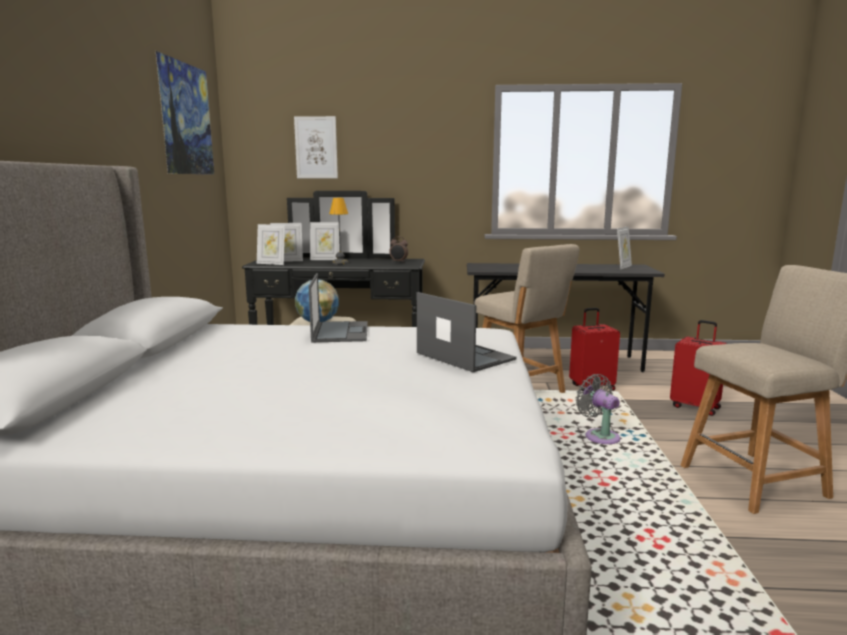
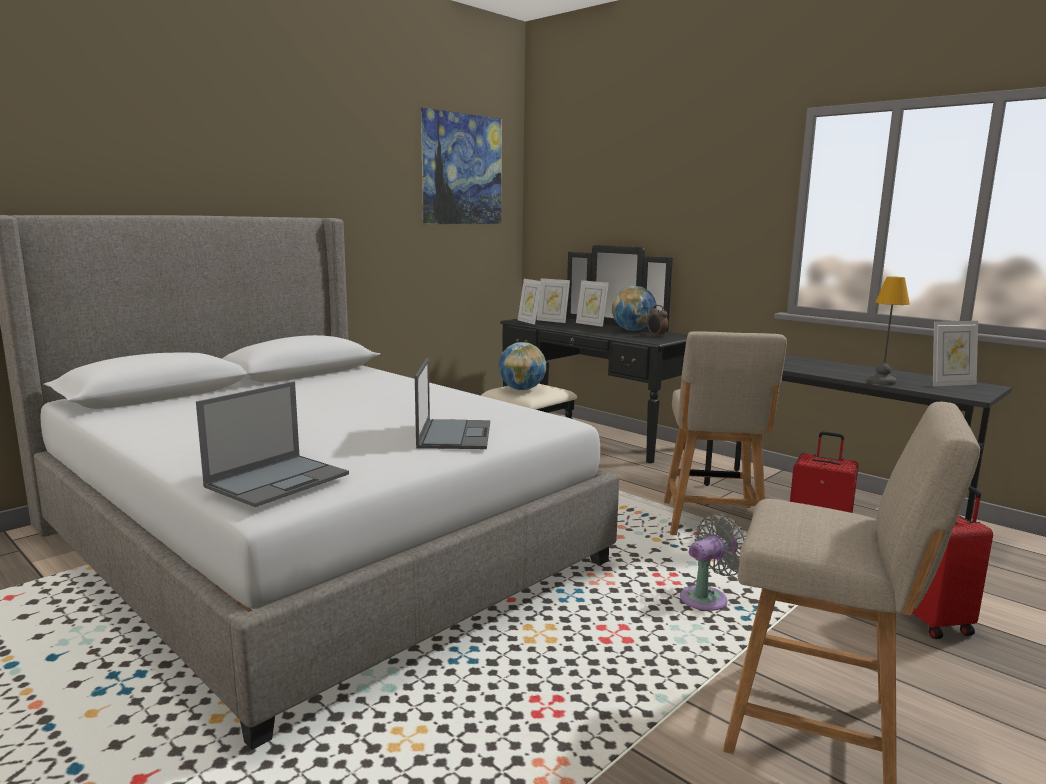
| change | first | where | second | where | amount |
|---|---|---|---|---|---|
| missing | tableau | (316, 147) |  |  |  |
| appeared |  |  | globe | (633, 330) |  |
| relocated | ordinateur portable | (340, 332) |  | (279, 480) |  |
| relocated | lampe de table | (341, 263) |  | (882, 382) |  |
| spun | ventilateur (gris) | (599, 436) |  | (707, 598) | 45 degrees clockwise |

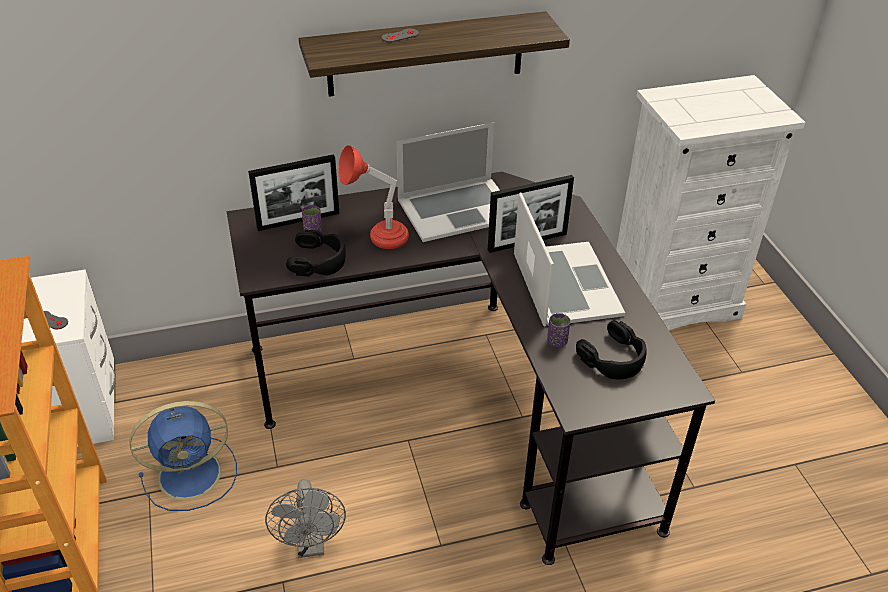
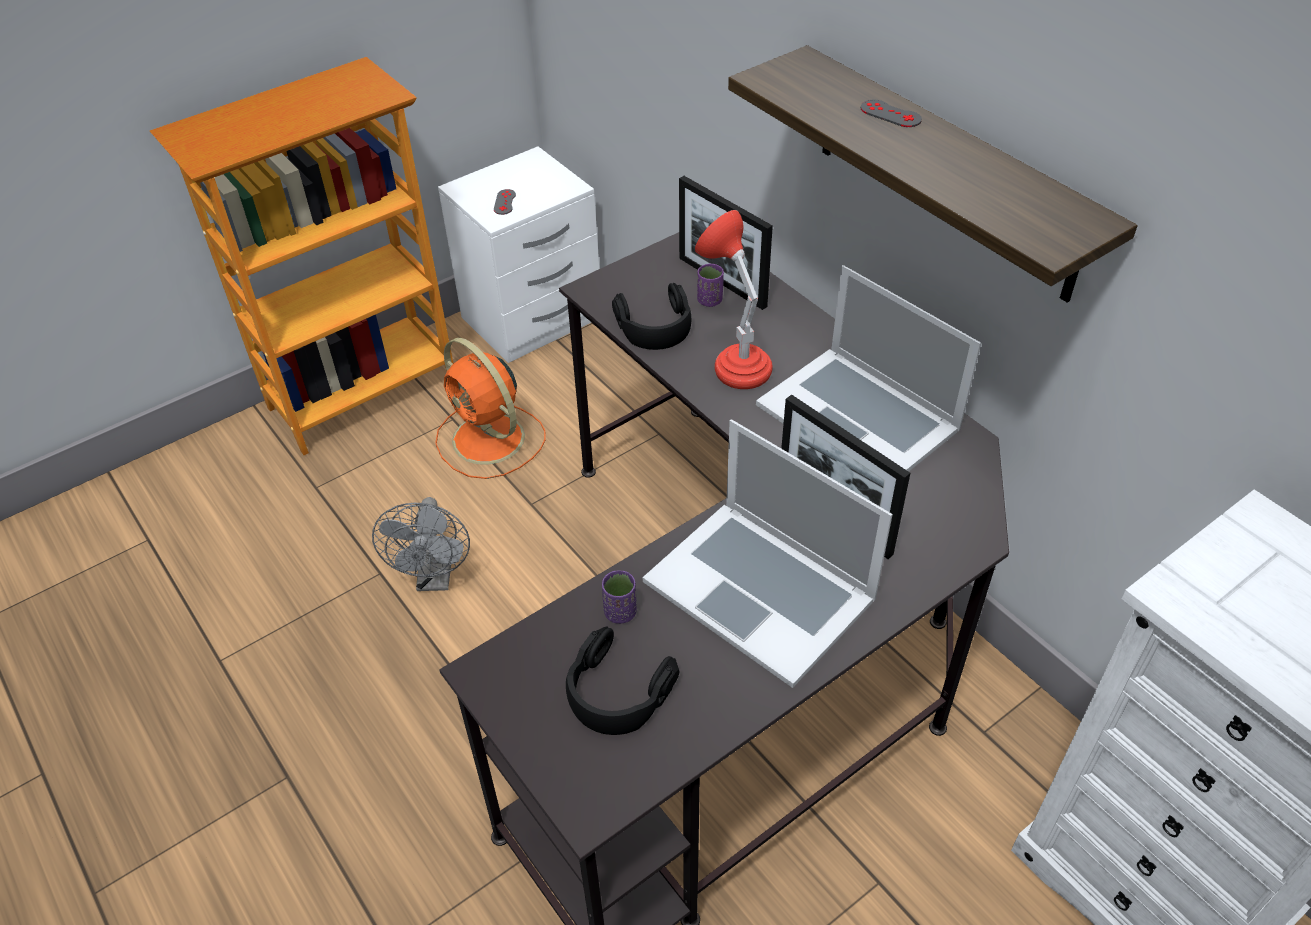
| change | first | where | second | where | amount |
|---|---|---|---|---|---|
| colour | ventilateur (bleu) | (193, 474) | ventilateur (orange) | (490, 440) |  |
| spun | ventilateur (gris) | (311, 545) |  | (435, 578) | 60 degrees counterclockwise |
| spun | ordinateur portable | (565, 284) |  | (760, 589) | 75 degrees clockwise |

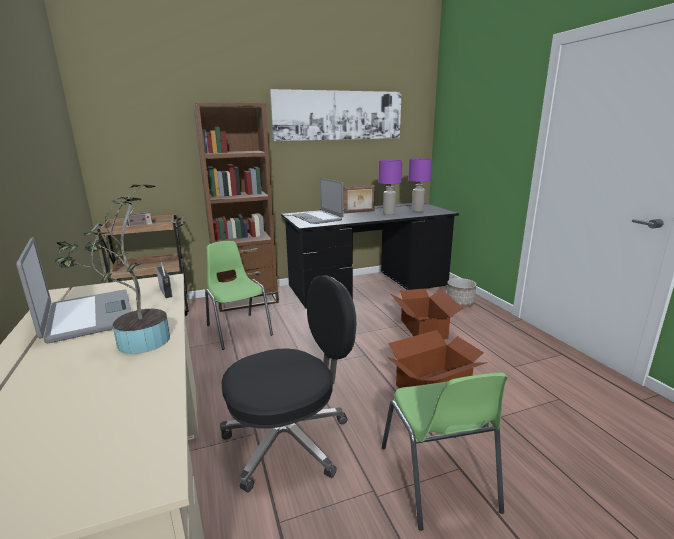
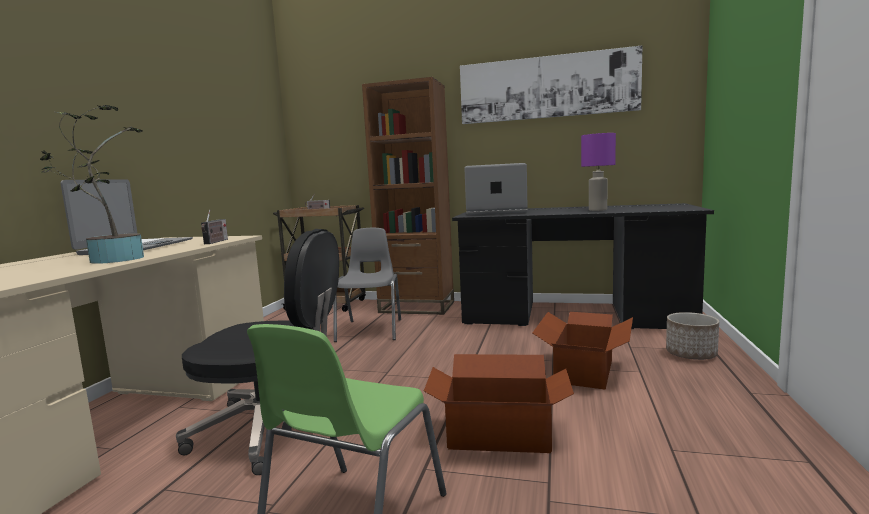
| change | first | where | second | where | amount |
|---|---|---|---|---|---|
| missing | cadre photo | (359, 212) |  |  |  |
| missing | lampe de table (violet) | (417, 210) |  |  |  |
| colour | chaise (vert) | (238, 330) | chaise (gris) | (371, 330) |  |
| spun | ordinateur portable | (317, 218) |  | (496, 212) | 90 degrees clockwise |

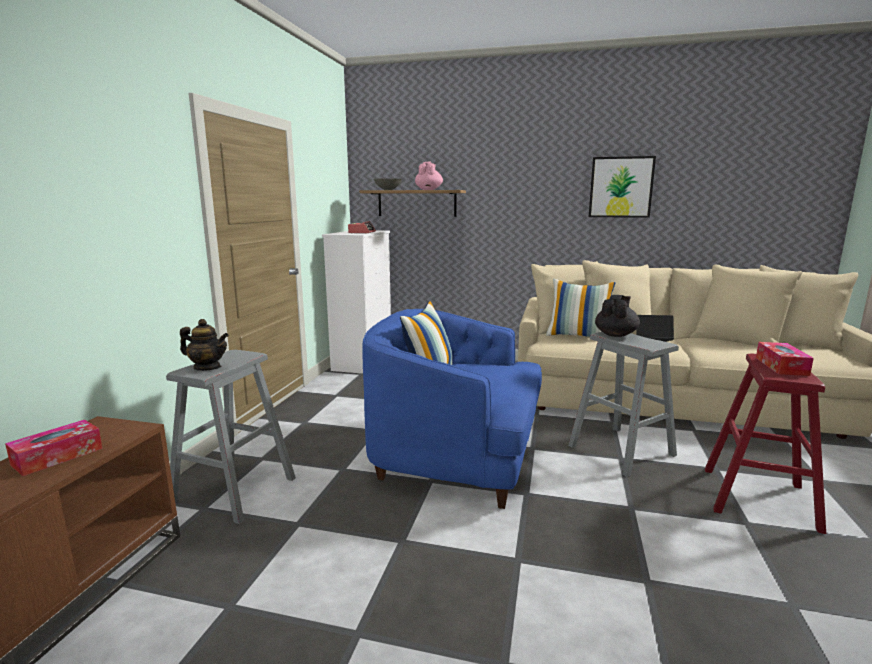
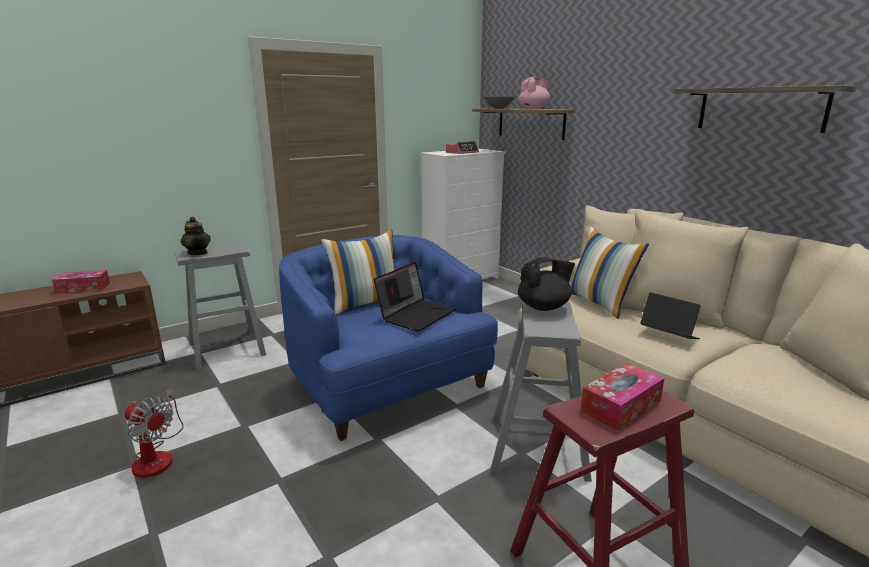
| change | first | where | second | where | amount |
|---|---|---|---|---|---|
| appeared |  |  | ventilateur | (157, 456) |  |
| appeared |  |  | ordinateur portable | (416, 314) |  |
| exchanged | tableau | (621, 187) | étagère | (760, 109) |  |

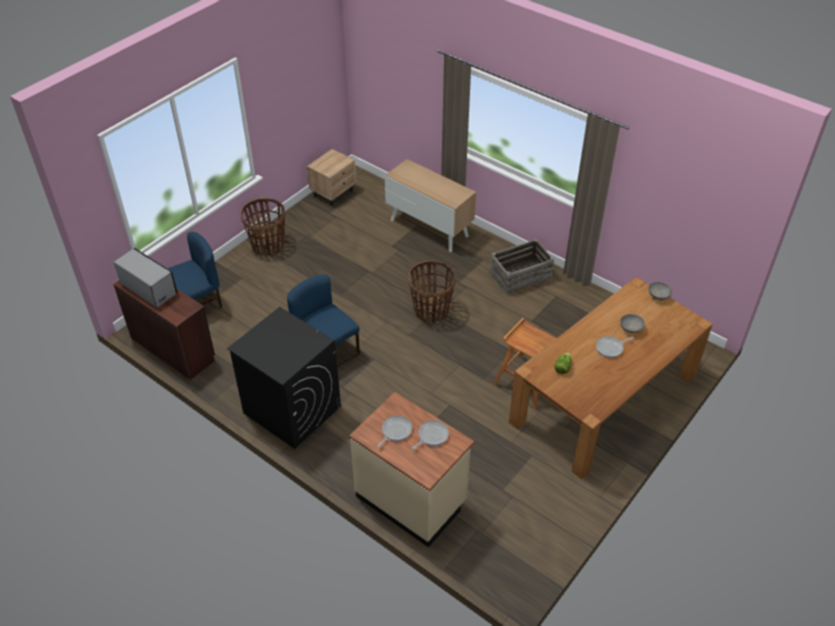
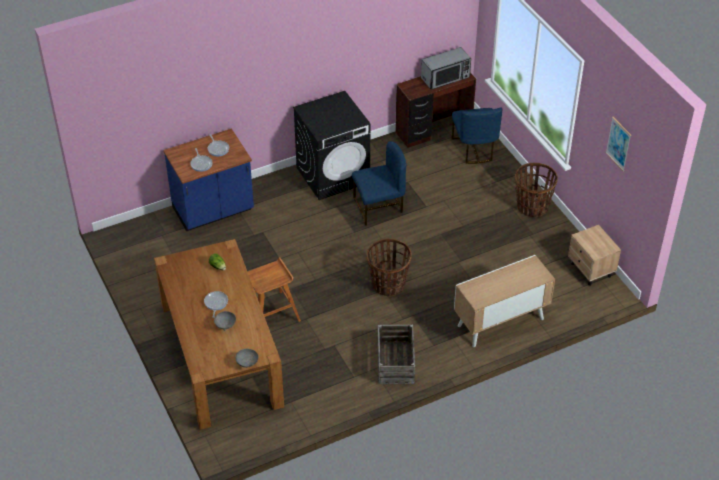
| change | first | where | second | where | amount |
|---|---|---|---|---|---|
| appeared |  |  | tableau | (618, 143) |  |
| colour | comptoir de cuisine (beige) | (412, 499) | comptoir de cuisine (bleu) | (213, 211) |  |

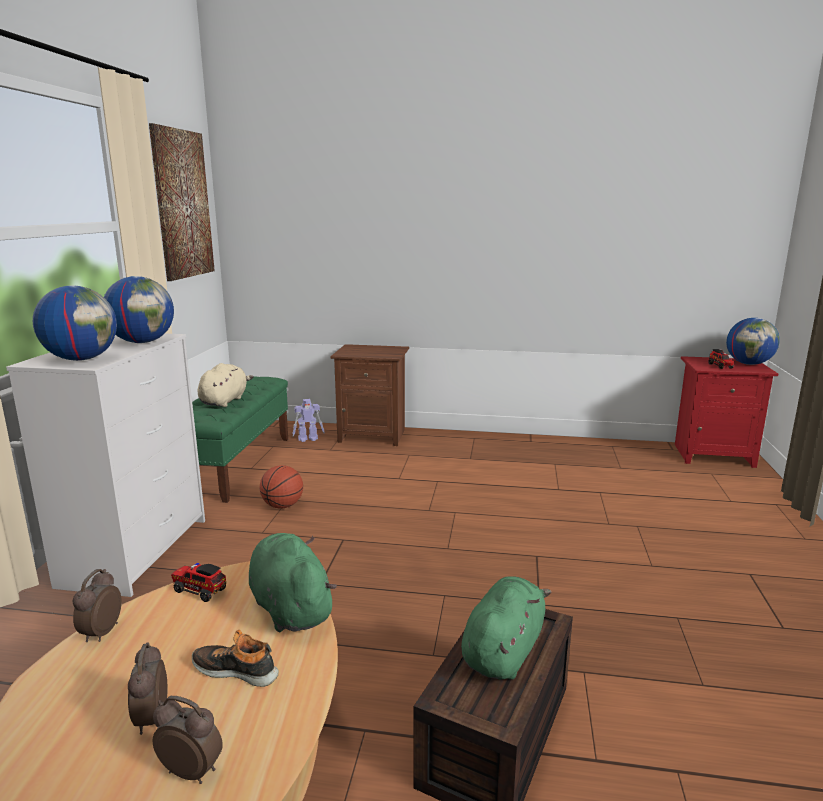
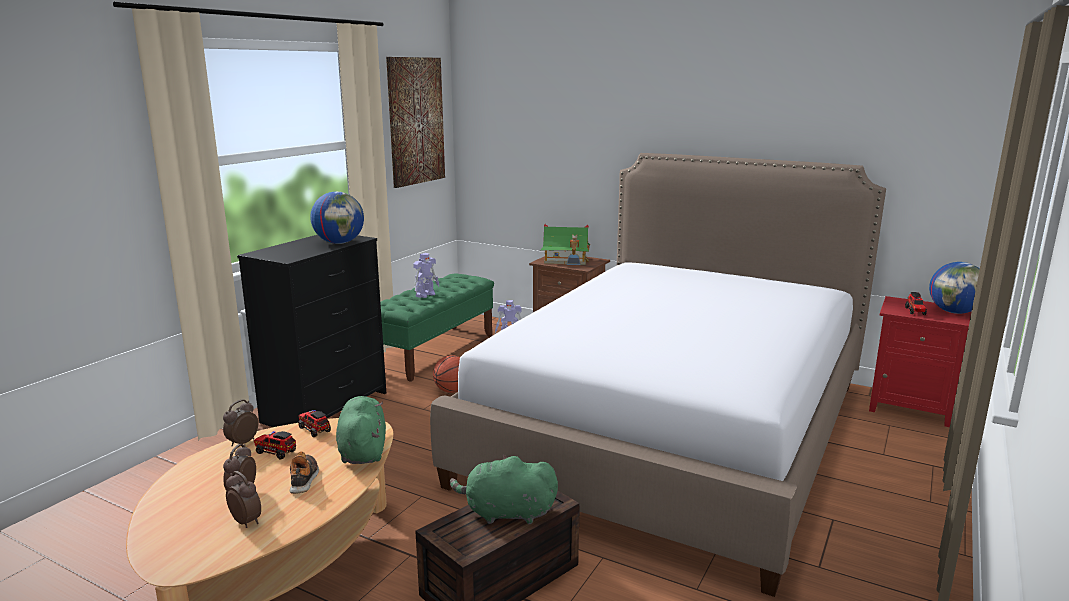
| change | first | where | second | where | amount |
|---|---|---|---|---|---|
| missing | globe | (82, 359) |  |  |  |
| appeared |  |  | camion jouet | (275, 452) |  |
| appeared |  |  | lit | (674, 430) |  |
| appeared |  |  | maison miniature | (566, 260) |  |
| exchanged | peluche (beige) | (225, 401) | robot jouet | (426, 294) |  |
| colour | commode (blanc) | (136, 551) | commode (noir) | (326, 407) |  |
| spun | chaussure | (236, 670) |  | (304, 479) | 45 degrees clockwise |
| spun | peluche (vert) | (504, 651) |  | (506, 513) | 135 degrees counterclockwise |

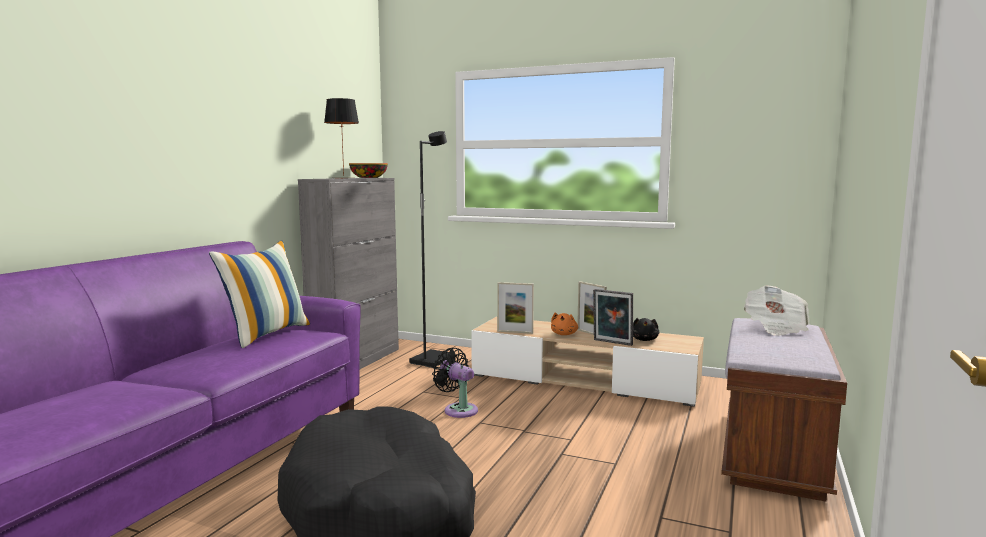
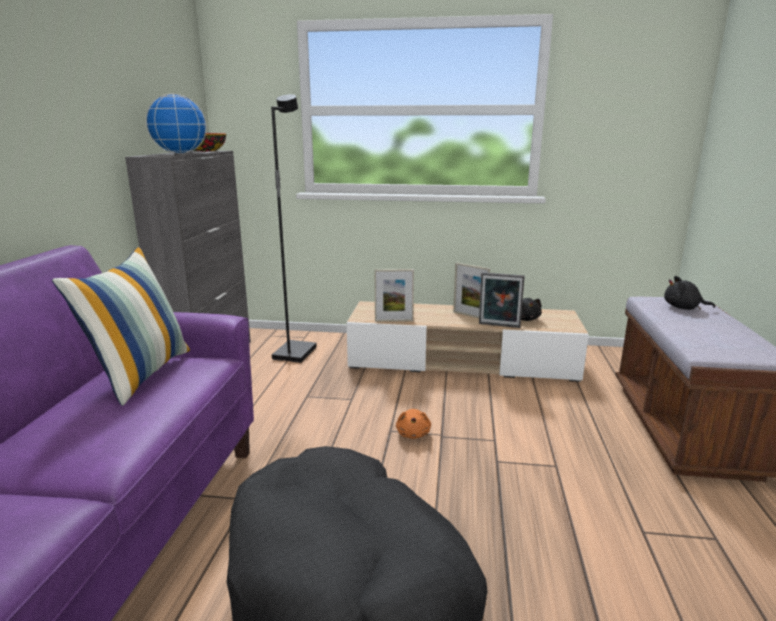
| change | first | where | second | where | amount |
|---|---|---|---|---|---|
| missing | ventilateur (noir) | (458, 409) |  |  |  |
| relocated | peluche (orange) | (564, 334) |  | (413, 434) |  |
| exchanged | lampe de table | (343, 178) | globe | (180, 153) |  |
| exchanged | journal | (775, 327) | peluche (noir) | (683, 308) |  |

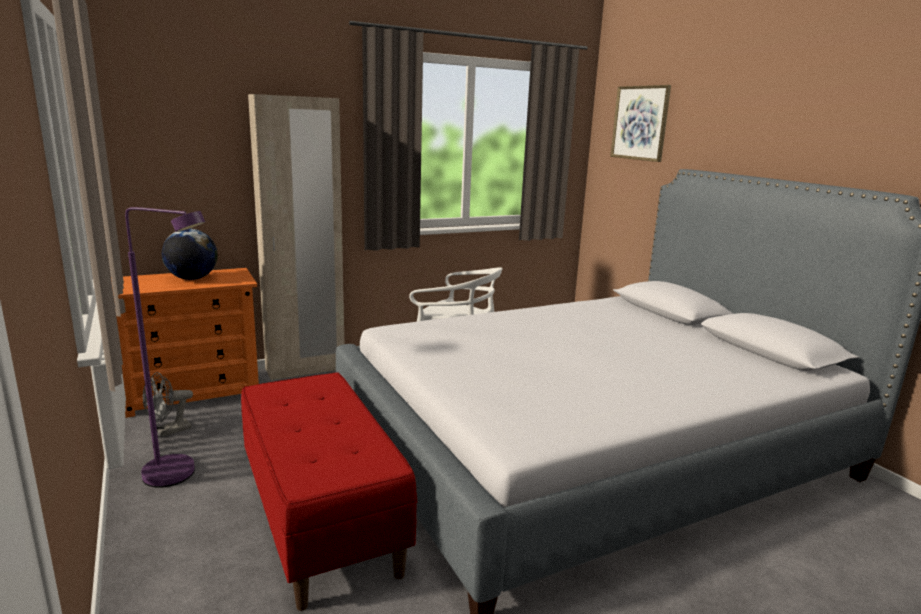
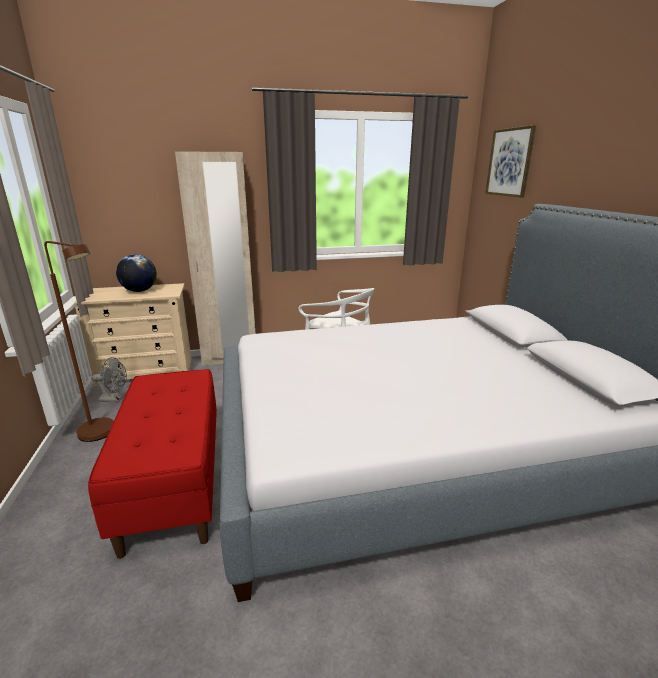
| change | first | where | second | where | amount |
|---|---|---|---|---|---|
| colour | commode (orange) | (193, 393) | commode (beige) | (146, 371) |  |
| colour | lampadaire (violet) | (180, 476) | lampadaire (marron) | (102, 434) |  |
| spun | ventilateur (gris) | (168, 431) |  | (115, 399) | 150 degrees counterclockwise |

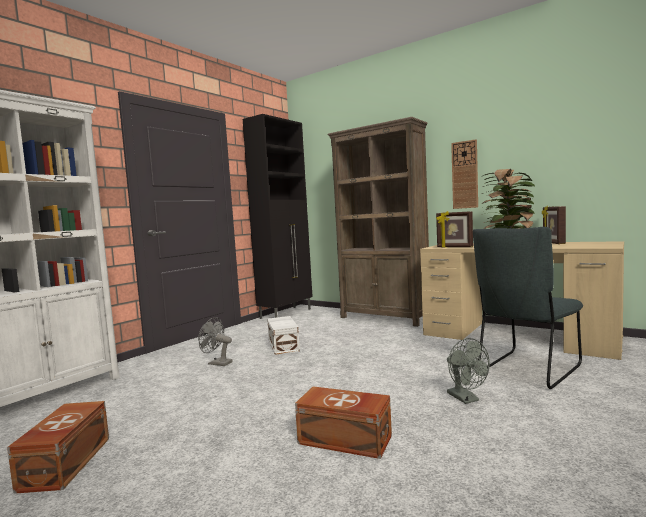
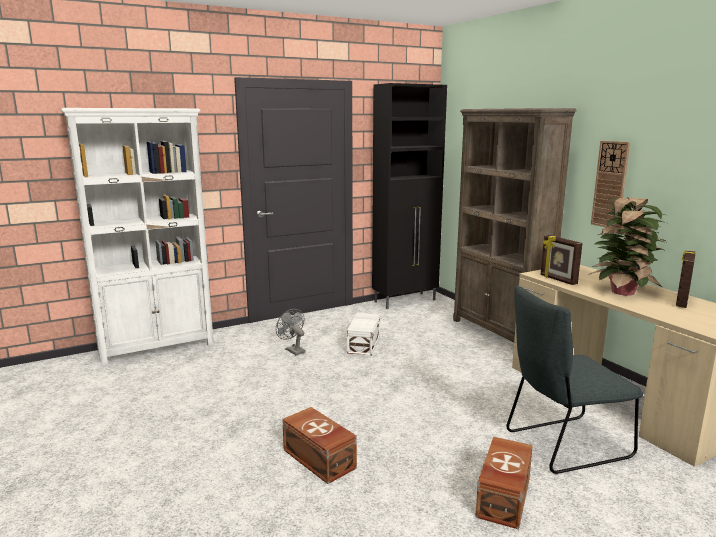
| change | first | where | second | where | amount |
|---|---|---|---|---|---|
| missing | ventilateur (gris) | (466, 399) |  |  |  |
| relocated | boîte de rangement (marron) | (64, 464) |  | (502, 497) |  |

